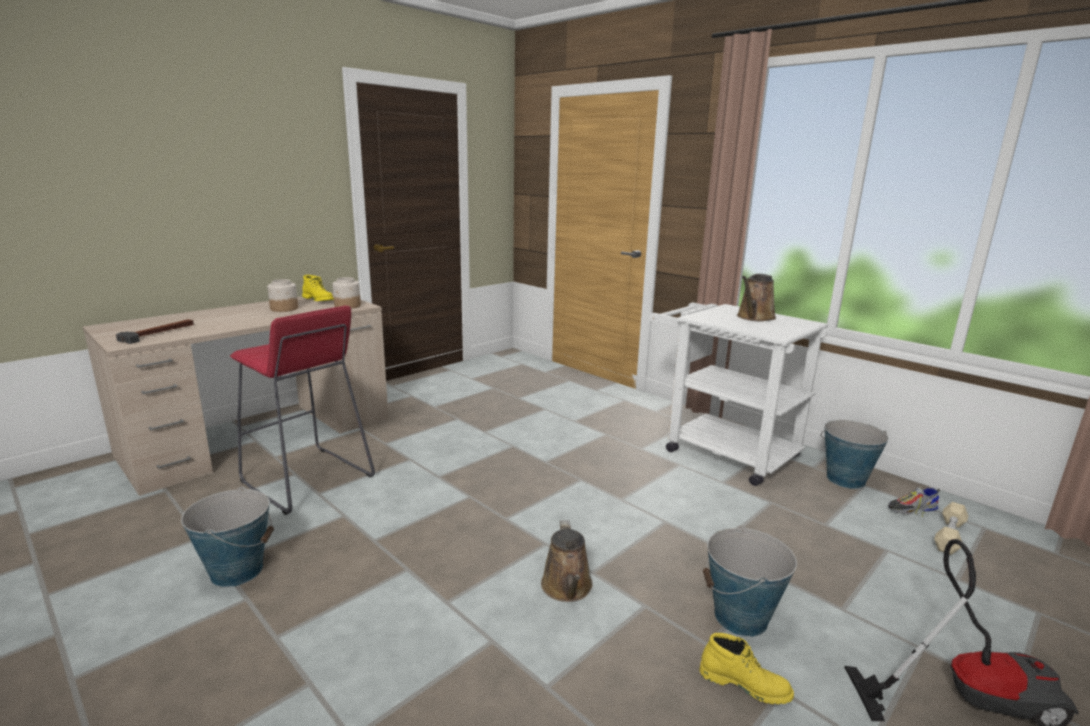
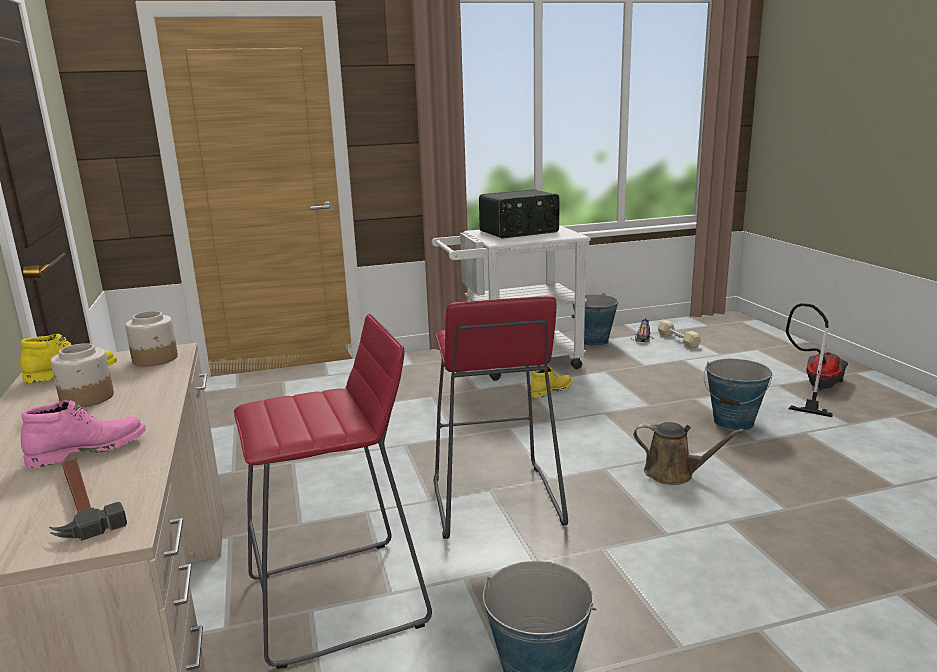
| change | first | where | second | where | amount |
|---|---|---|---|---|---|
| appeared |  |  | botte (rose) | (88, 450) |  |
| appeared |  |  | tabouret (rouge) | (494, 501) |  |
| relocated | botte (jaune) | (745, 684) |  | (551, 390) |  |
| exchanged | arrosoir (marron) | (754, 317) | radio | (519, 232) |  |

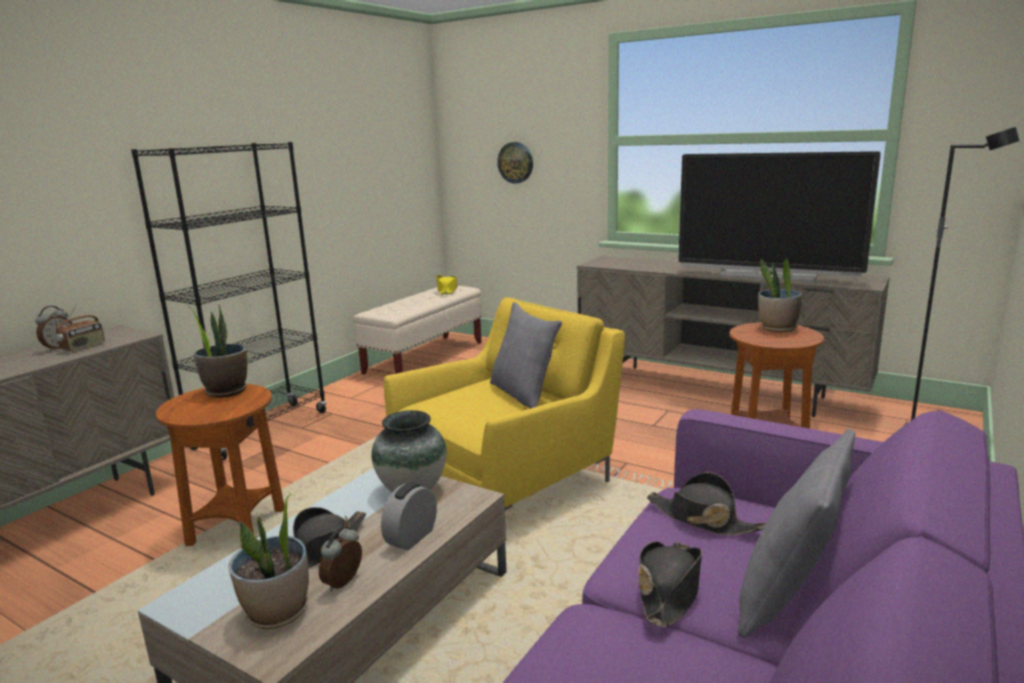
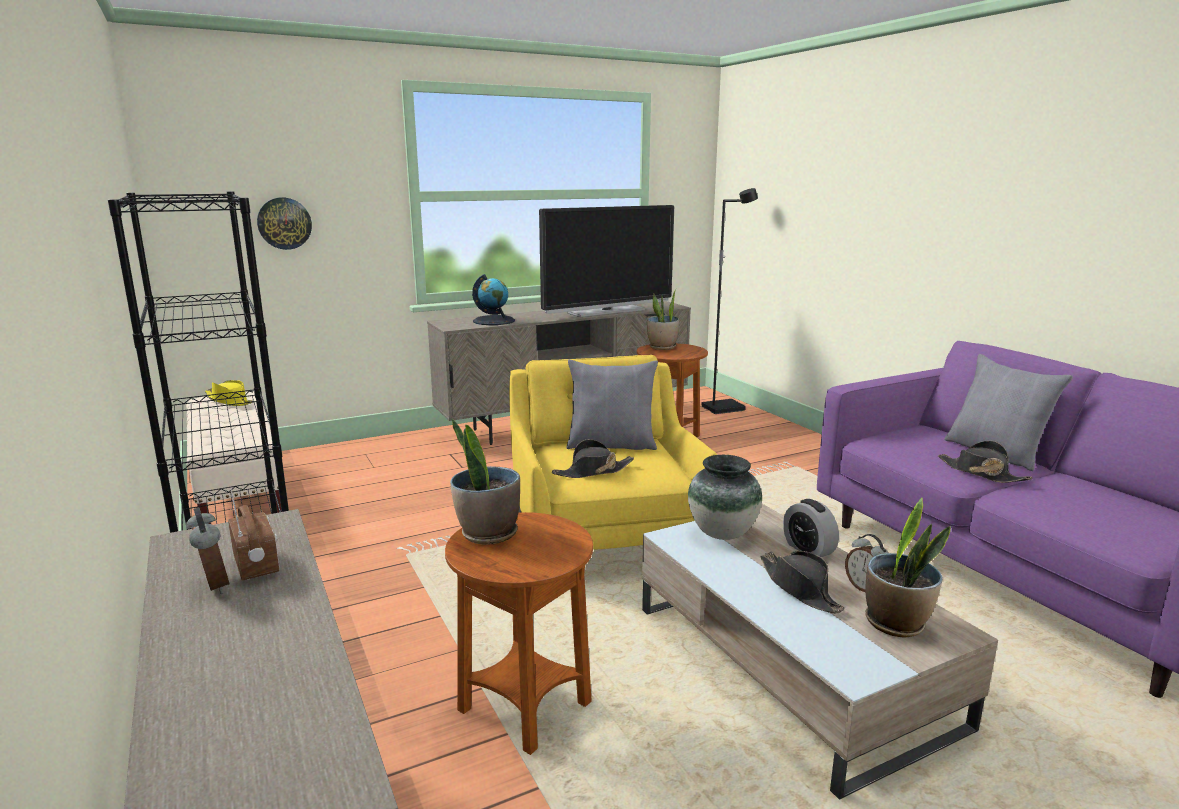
| change | first | where | second | where | amount |
|---|---|---|---|---|---|
| appeared |  |  | globe | (494, 321) |  |
| relocated | chapeau (noir) | (702, 519) |  | (593, 471) |  |

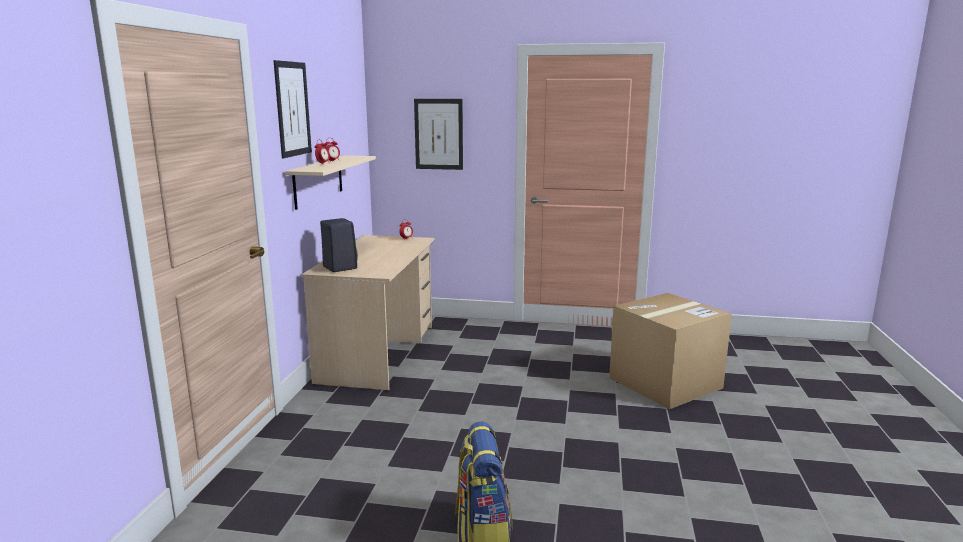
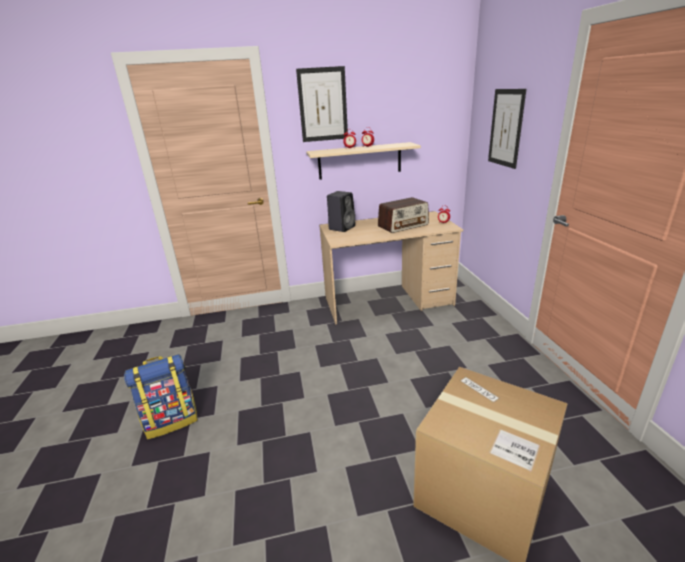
| change | first | where | second | where | amount |
|---|---|---|---|---|---|
| appeared |  |  | radio | (403, 225) |  |

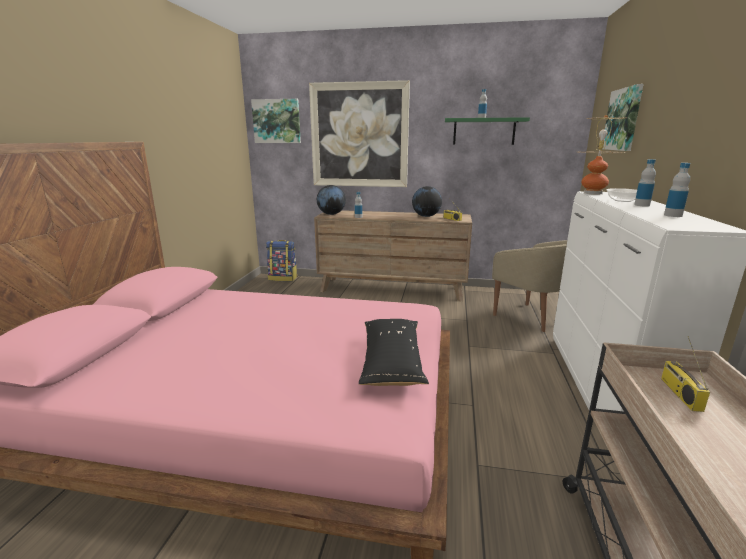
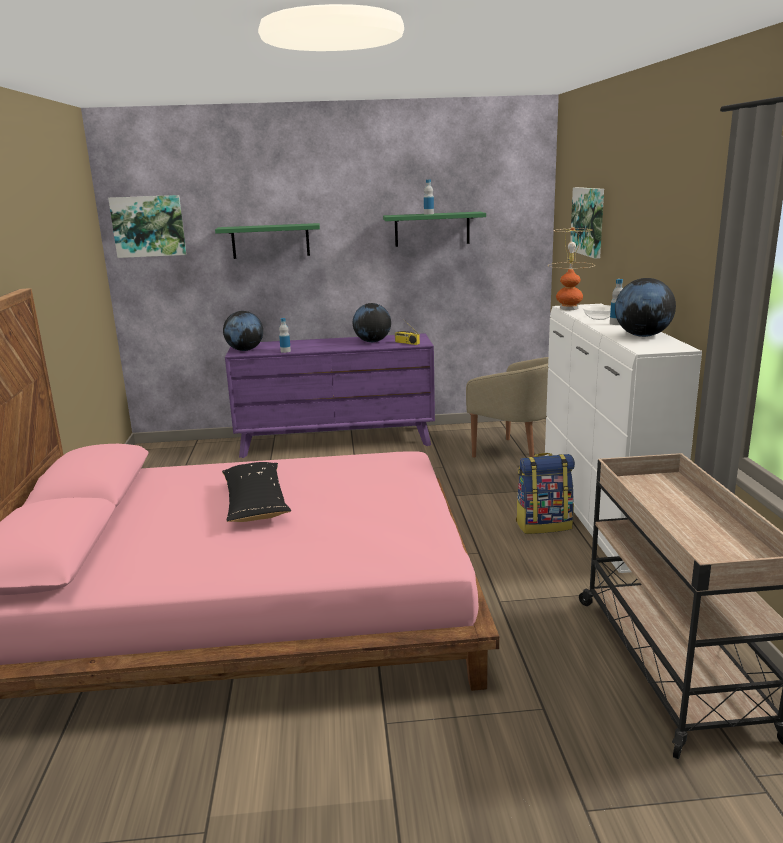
| change | first | where | second | where | amount |
|---|---|---|---|---|---|
| missing | radio | (679, 393) |  |  |  |
| relocated | sac à dos | (283, 278) |  | (544, 525) |  |
| relocated | coussin (noir) | (392, 361) |  | (255, 503) |  |
| exchanged | tableau | (359, 135) | étagère (vert) | (270, 241) |  |
| exchanged | bouteille | (673, 215) | globe | (642, 335) |  |
| colour | commode (marron) | (392, 289) | commode (violet) | (336, 441) |  |

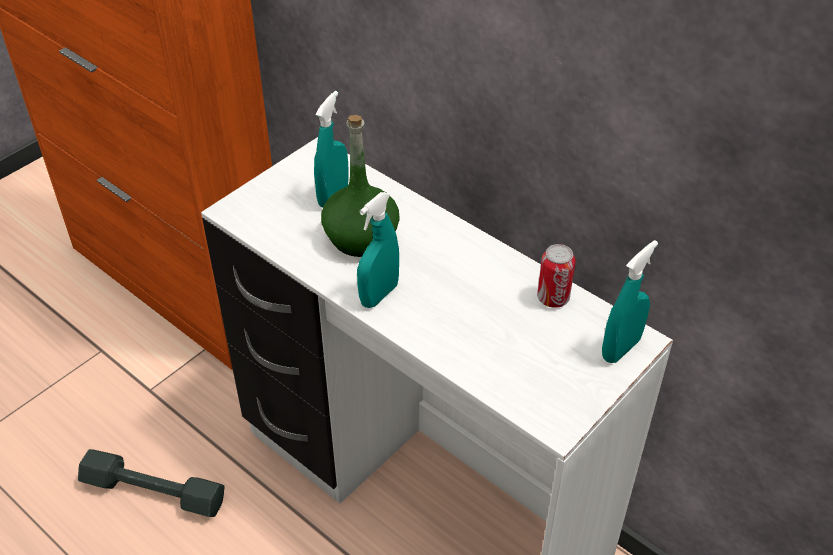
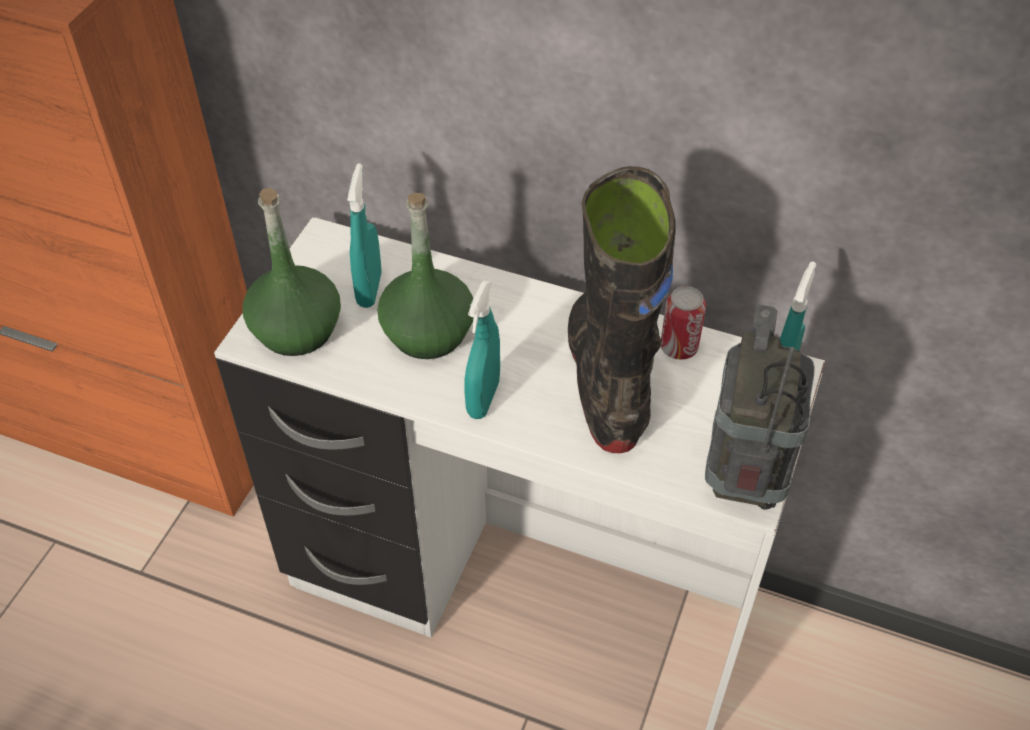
| change | first | where | second | where | amount |
|---|---|---|---|---|---|
| missing | haltère (gris) | (154, 491) |  |  |  |
| appeared |  |  | bouteille (vert) | (297, 330) |  |
| appeared |  |  | botte (noir) | (607, 382) |  |
| appeared |  |  | radio | (744, 480) |  |

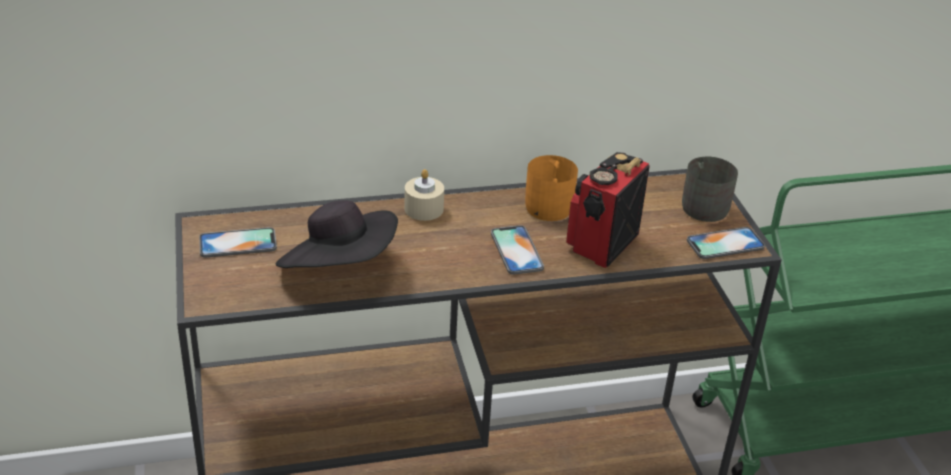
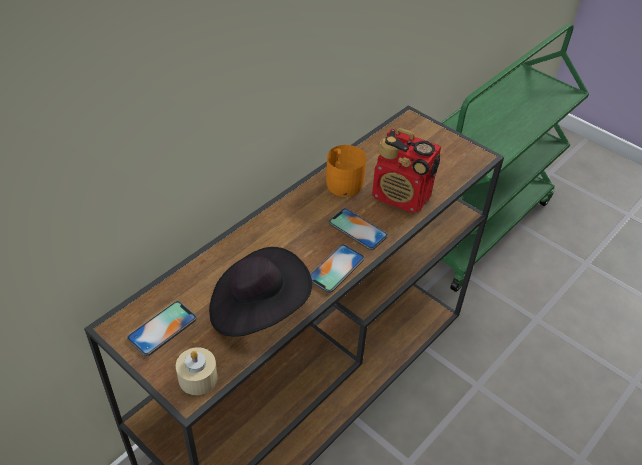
| change | first | where | second | where | amount |
|---|---|---|---|---|---|
| missing | mug (gris) | (703, 204) |  |  |  |
| relocated | bougie (beige) | (424, 209) |  | (198, 378) |  |
| relocated | téléphone | (725, 244) |  | (336, 268) |  |
| spun | radio | (601, 244) |  | (401, 197) | 60 degrees counterclockwise |

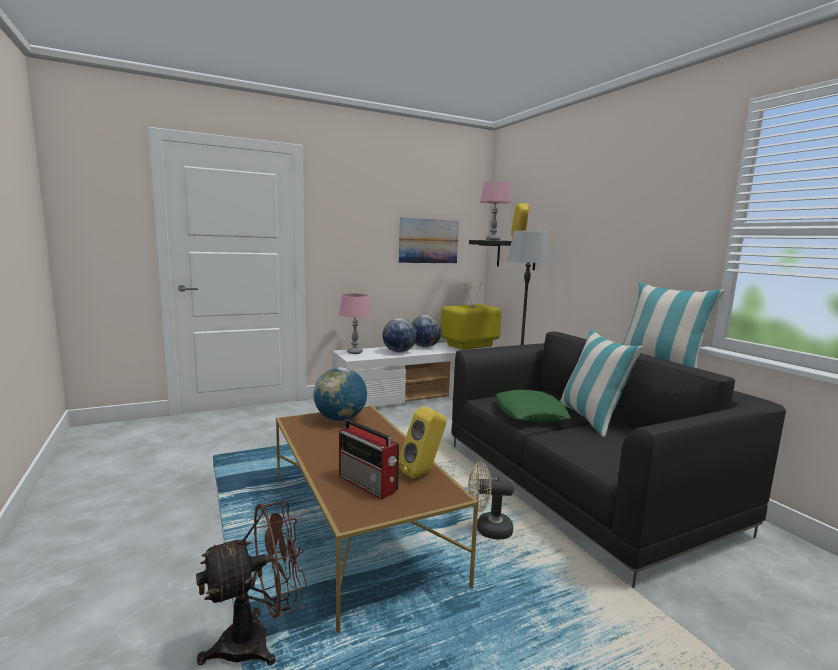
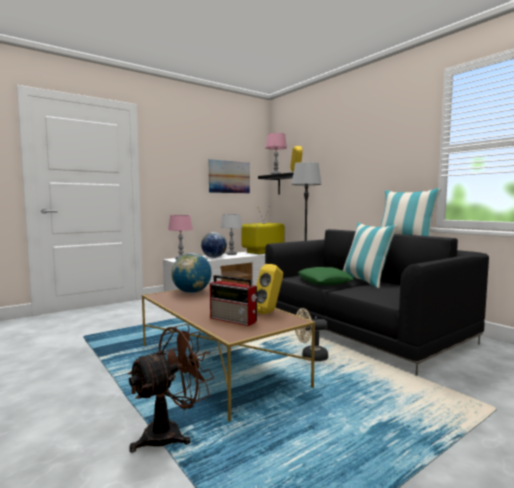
| change | first | where | second | where | amount |
|---|---|---|---|---|---|
| exchanged | globe | (424, 347) | lampe de table (gris) | (231, 254) |  |

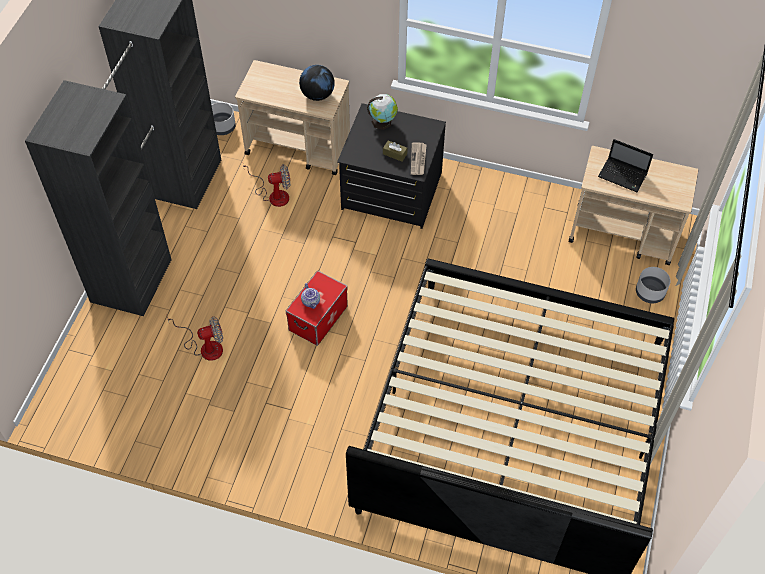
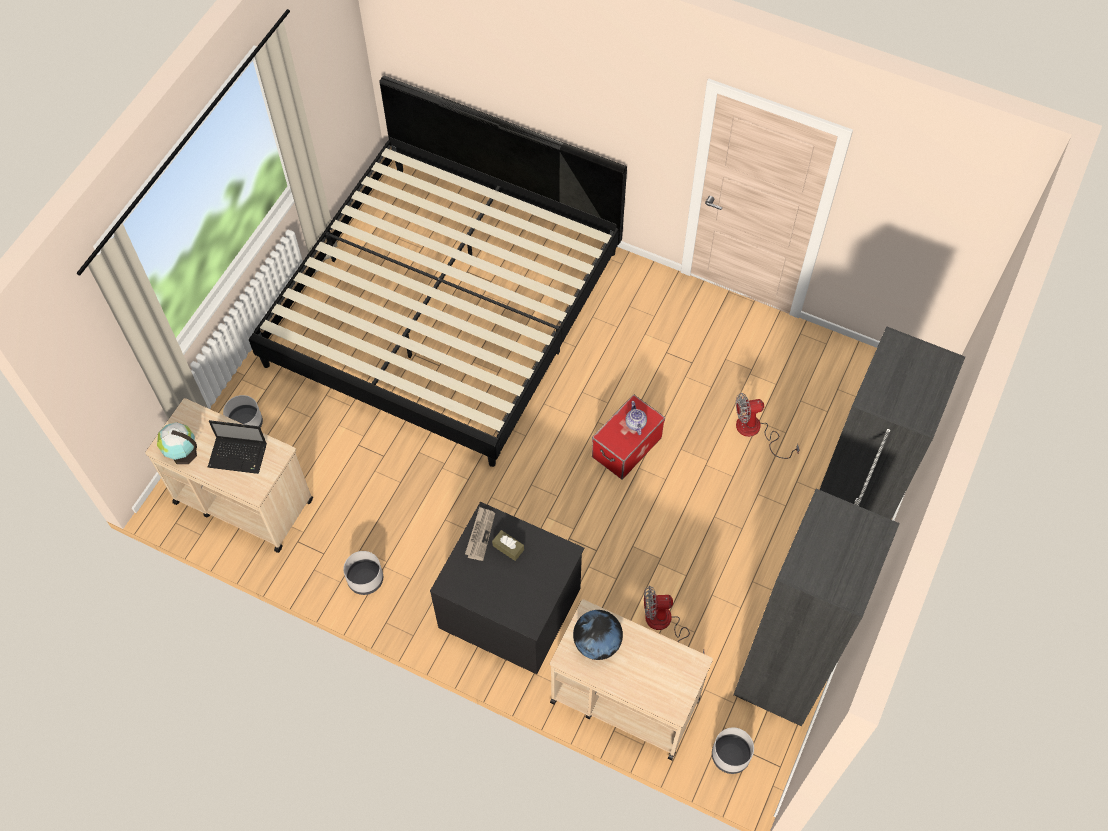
| change | first | where | second | where | amount |
|---|---|---|---|---|---|
| appeared |  |  | cache-pot (gris) | (365, 579) |  |
| relocated | globe | (383, 122) |  | (182, 453) |  |
| spun | ordinateur portable | (623, 176) |  | (239, 455) | 150 degrees clockwise |

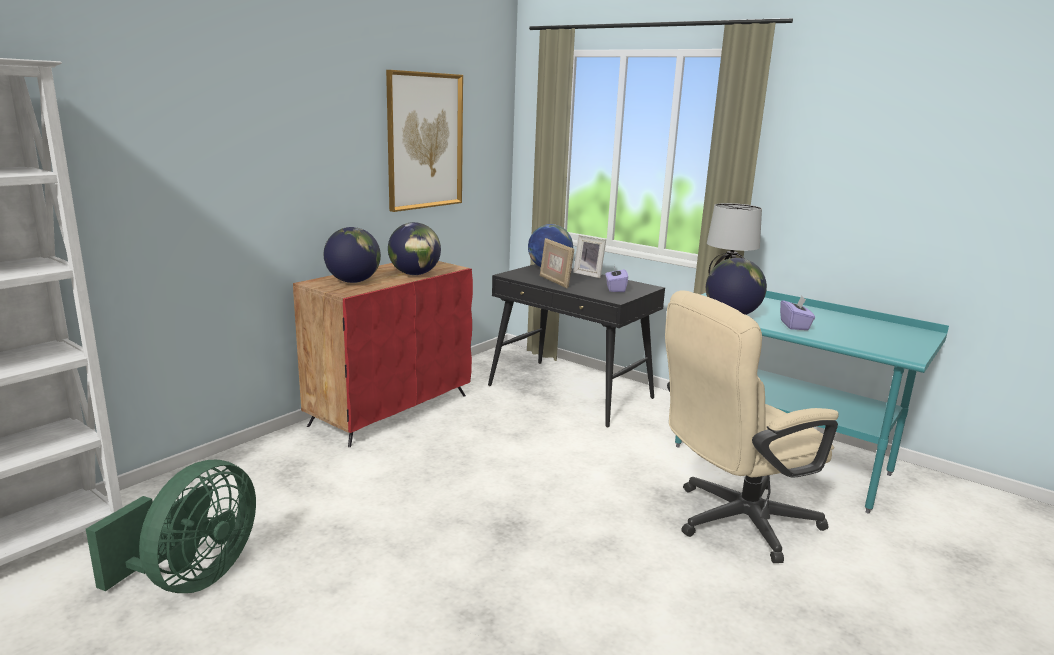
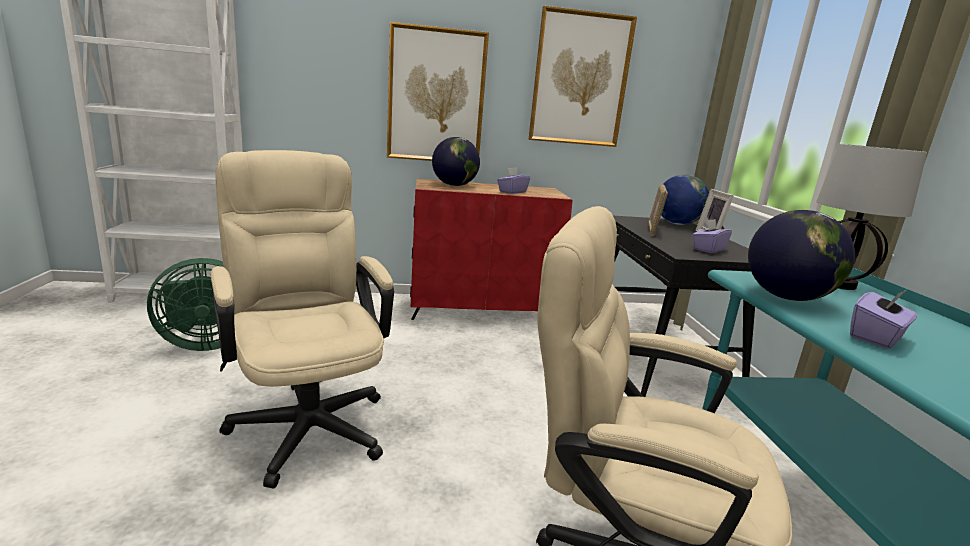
| change | first | where | second | where | amount |
|---|---|---|---|---|---|
| appeared |  |  | chaise de bureau (beige) | (307, 419) |  |
| appeared |  |  | tableau | (436, 96) |  |
| exchanged | globe | (414, 274) | boîte à mouchoirs (violet) | (512, 192) |  |

